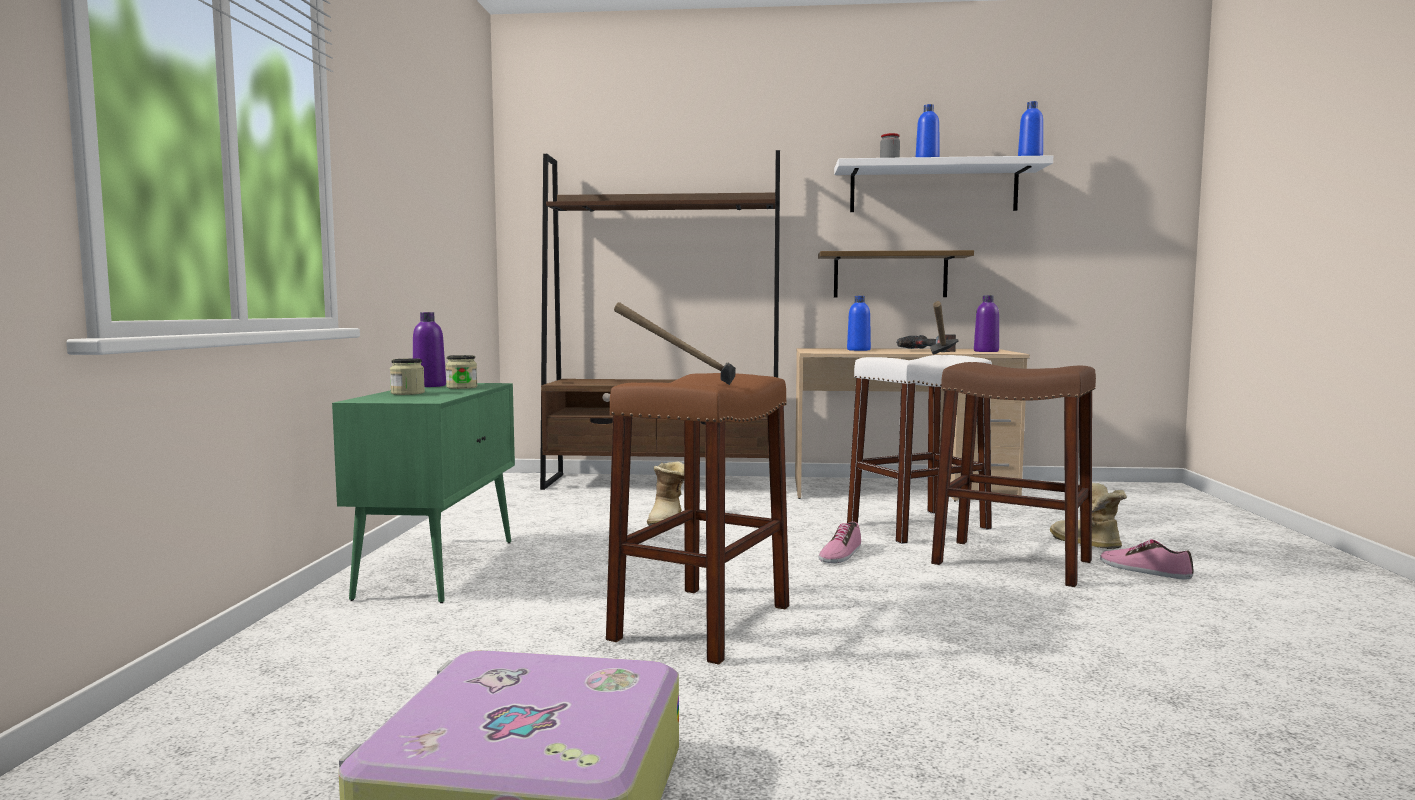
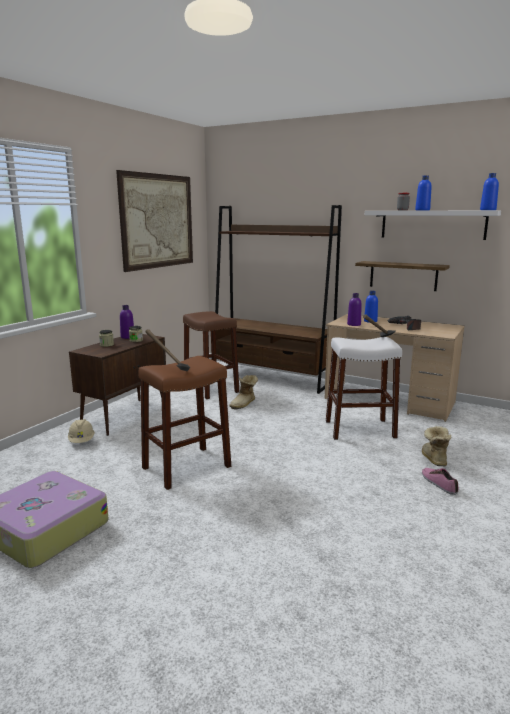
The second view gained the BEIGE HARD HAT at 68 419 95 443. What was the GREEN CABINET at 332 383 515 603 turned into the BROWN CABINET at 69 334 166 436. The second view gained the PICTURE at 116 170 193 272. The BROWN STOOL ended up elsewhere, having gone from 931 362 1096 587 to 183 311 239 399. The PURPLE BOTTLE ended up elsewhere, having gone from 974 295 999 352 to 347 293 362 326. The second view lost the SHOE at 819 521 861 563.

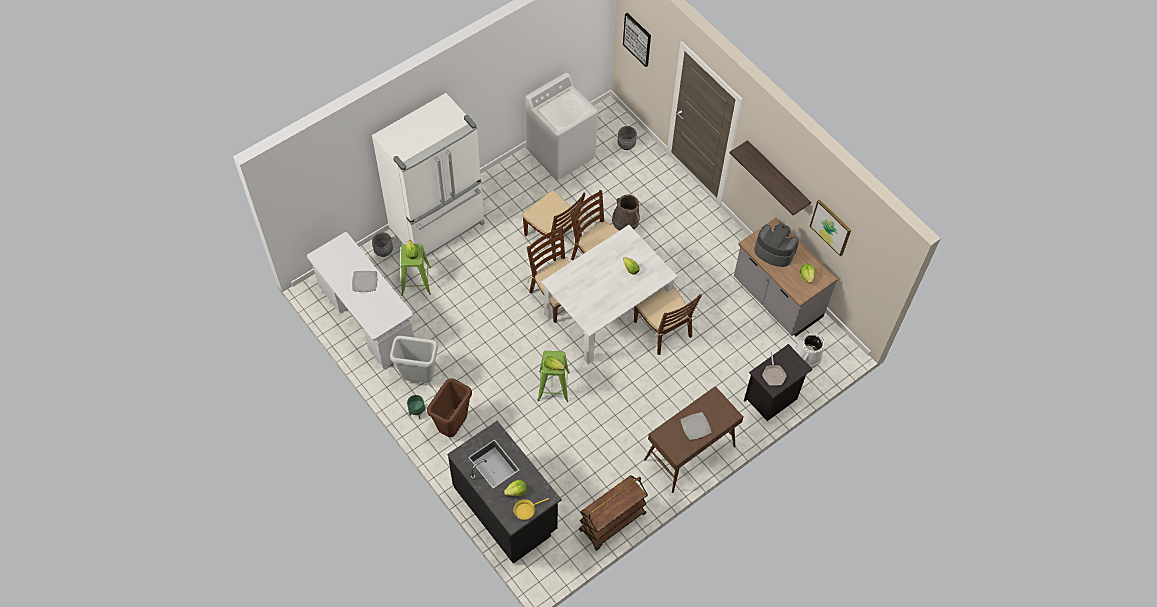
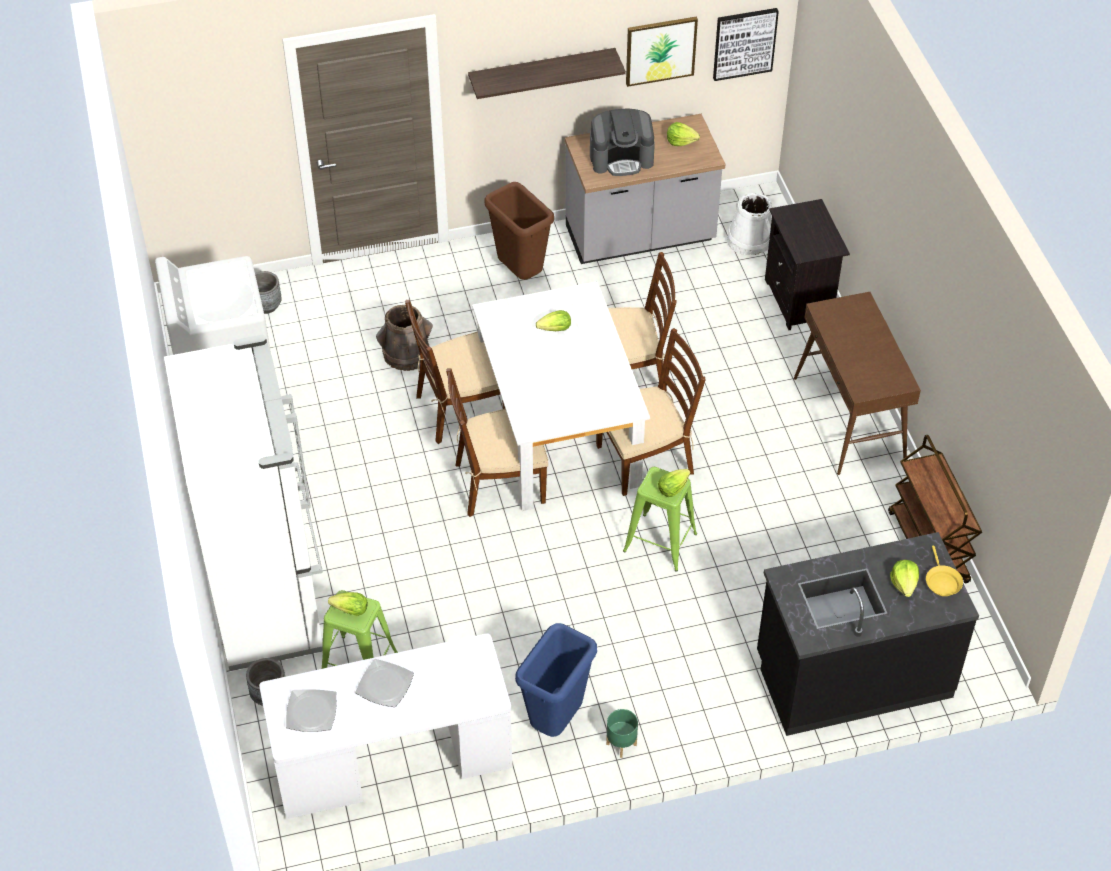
The PLATE ended up elsewhere, having gone from 680 412 712 440 to 286 689 336 732. The BROWN TRASH CAN ended up elsewhere, having gone from 427 378 472 437 to 484 182 554 280. What was the GREY TRASH CAN at 390 336 438 383 turned into the BLUE TRASH CAN at 515 623 597 737. The COFFEE MACHINE at 754 223 799 267 ended up facing another way, 150 degrees counterclockwise from before. The BROWN CHAIR ended up elsewhere, having gone from 522 190 586 261 to 596 328 705 496. The PICTURE ended up elsewhere, having gone from 623 13 651 67 to 713 8 779 81. The second view lost the FRYING PAN at 762 352 787 386.

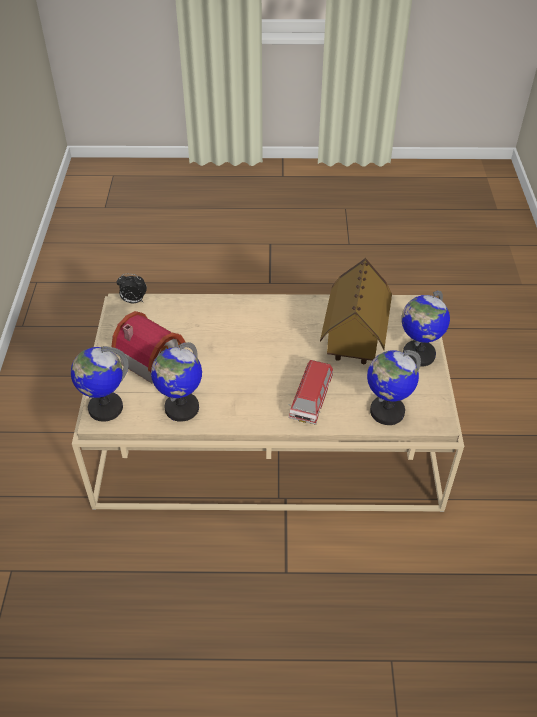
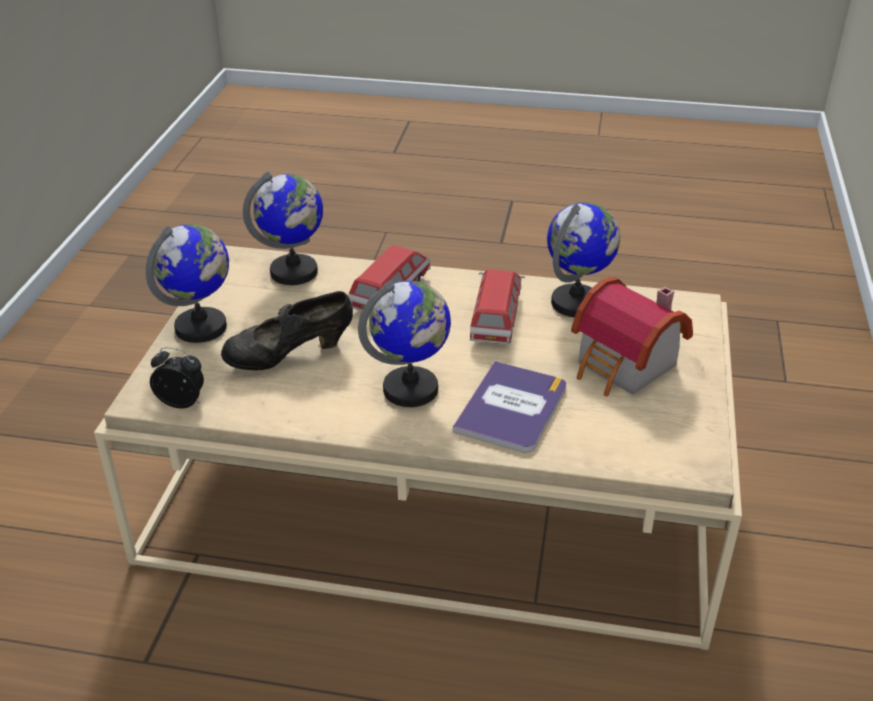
The ALARM CLOCK ended up elsewhere, having gone from 117 274 147 303 to 150 347 204 408. Where the TOY HOUSE stood at 320 258 392 364, the BLACK SHOE came to stand at 221 291 353 370. The GLOBE ended up elsewhere, having gone from 71 346 129 422 to 358 281 451 407. The second view gained the BOOK at 453 361 566 452. The second view gained the TOY CAR at 470 269 525 345.

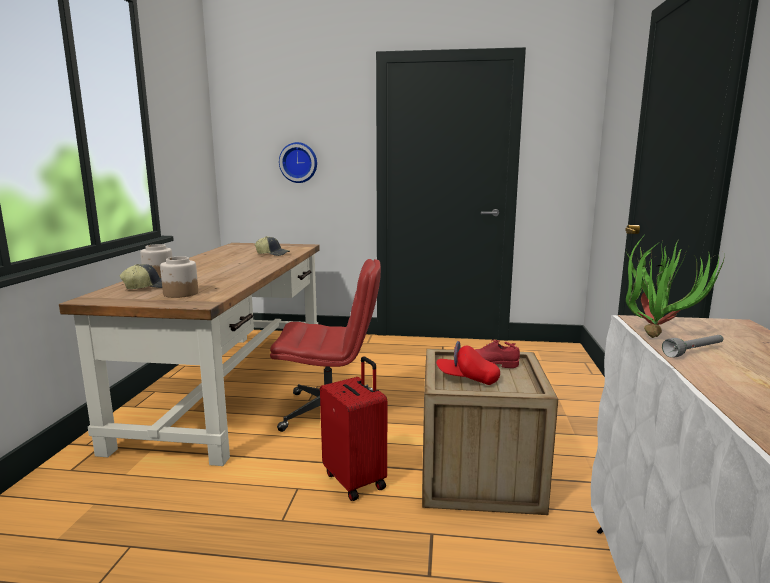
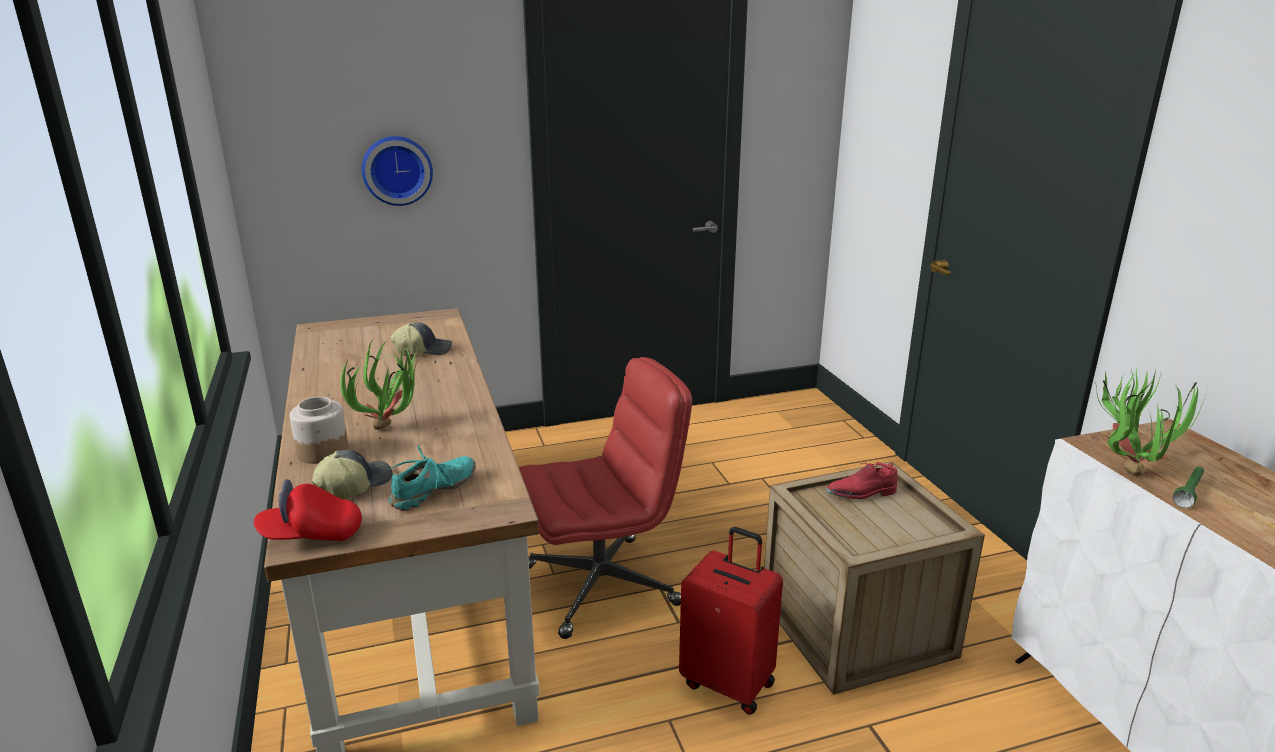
The RED CAP ended up elsewhere, having gone from 436 341 500 385 to 254 479 362 541. The second view gained the POTTED PLANT at 341 337 419 430. Where the JAR stood at 160 256 198 298, the TURQUOISE SHOE came to stand at 387 445 476 511. What was the GREY FLASHLIGHT at 662 335 723 358 turned into the GREEN FLASHLIGHT at 1172 466 1204 508.

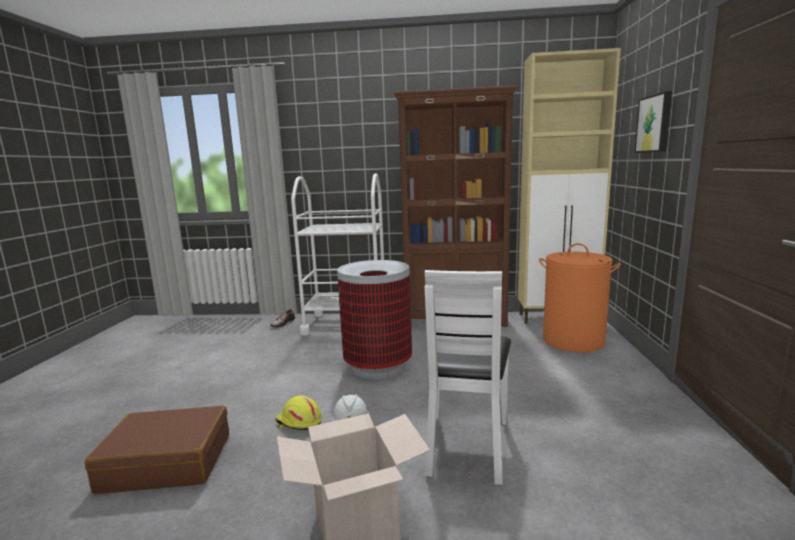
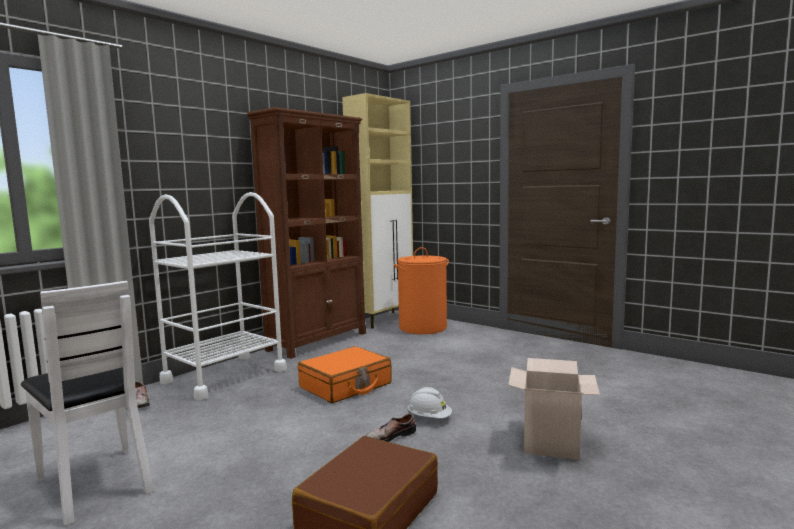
The WHITE CHAIR ended up elsewhere, having gone from 424 270 511 485 to 21 281 154 525. Where the TRASH CAN stood at 337 260 412 379, the ORANGE SUITCASE came to stand at 298 346 392 403. Where the YELLOW HARD HAT stood at 275 395 322 430, the SHOE came to stand at 366 414 416 442. The second view lost the PICTURE at 634 91 672 153.

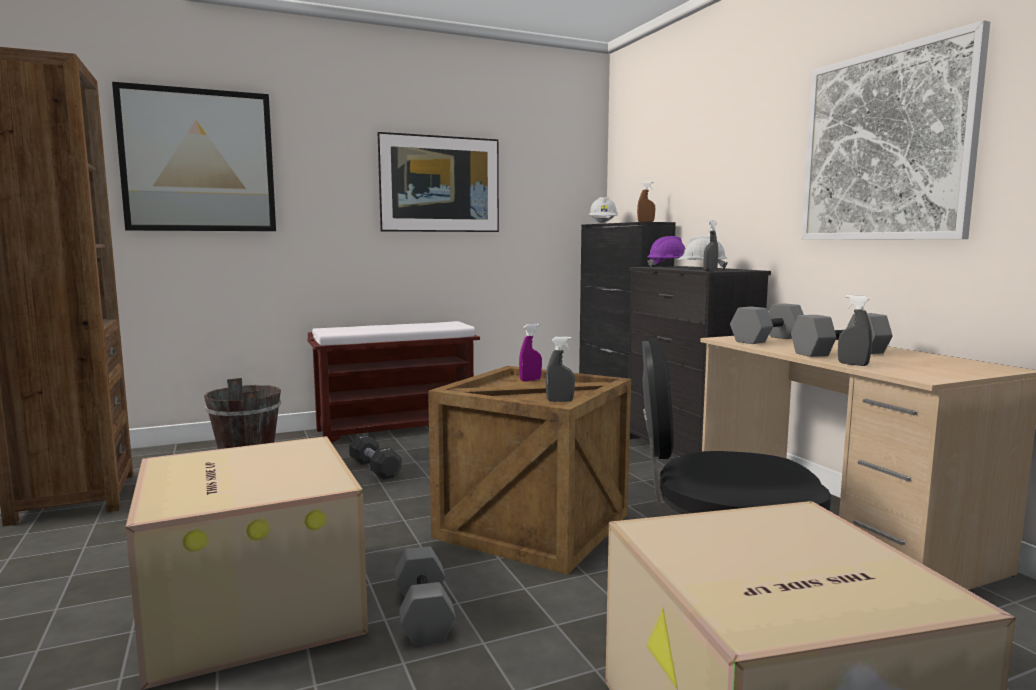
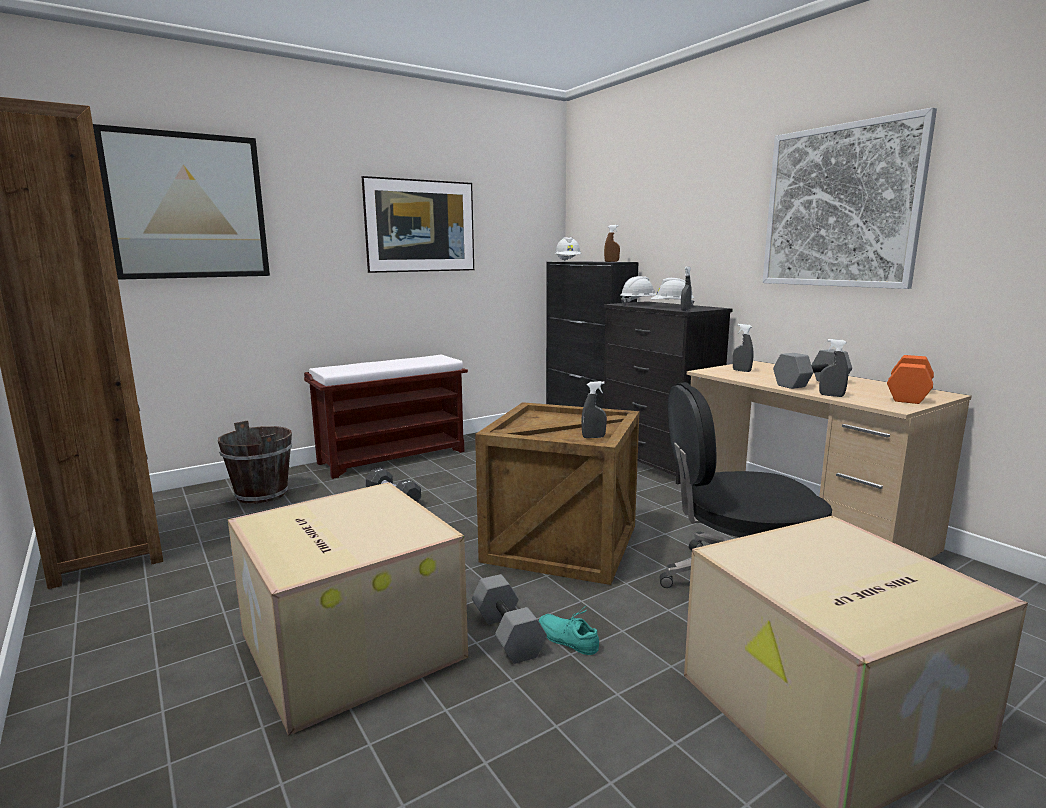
The second view gained the TURQUOISE SHOE at 539 606 599 655. What was the PURPLE HARD HAT at 648 236 685 267 turned into the WHITE HARD HAT at 620 276 657 304. Where the GREY DUMBBELL stood at 730 303 804 344, the GREY SPRAY BOTTLE came to stand at 733 324 753 372. The second view gained the ORANGE DUMBBELL at 887 355 934 404. The second view lost the PURPLE SPRAY BOTTLE at 519 324 542 382.

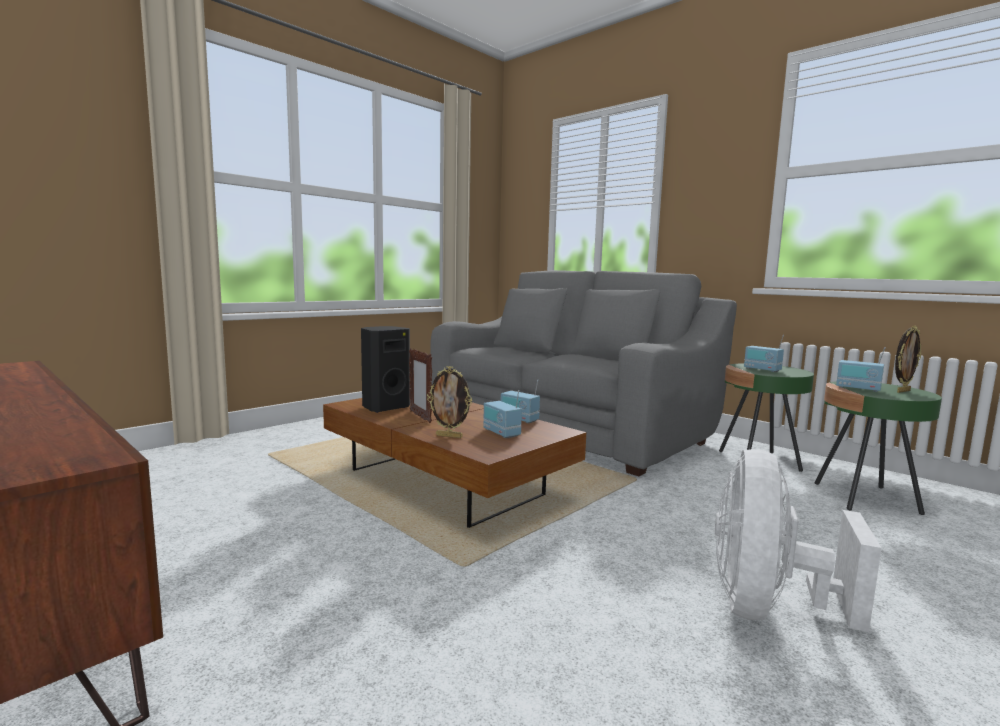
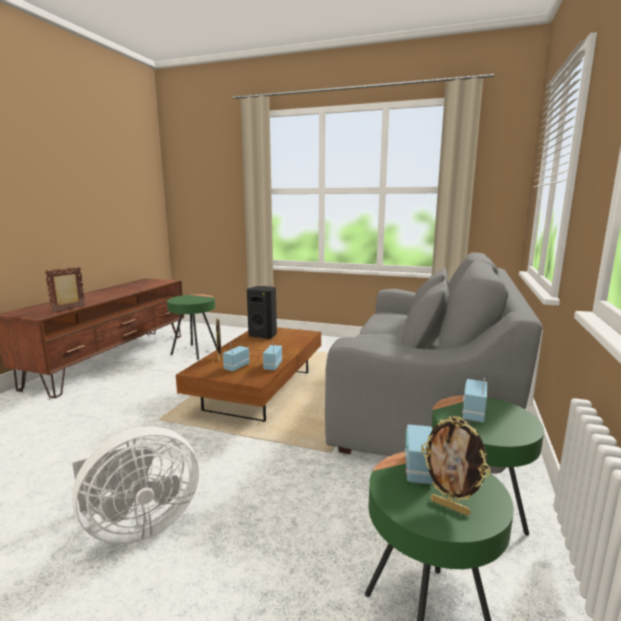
The PICTURE FRAME ended up elsewhere, having gone from 409 348 432 423 to 45 267 85 313. The WHITE FAN at 715 449 882 632 ended up facing another way, 150 degrees clockwise from before. The second view gained the GREEN SIDE TABLE at 167 294 217 360.

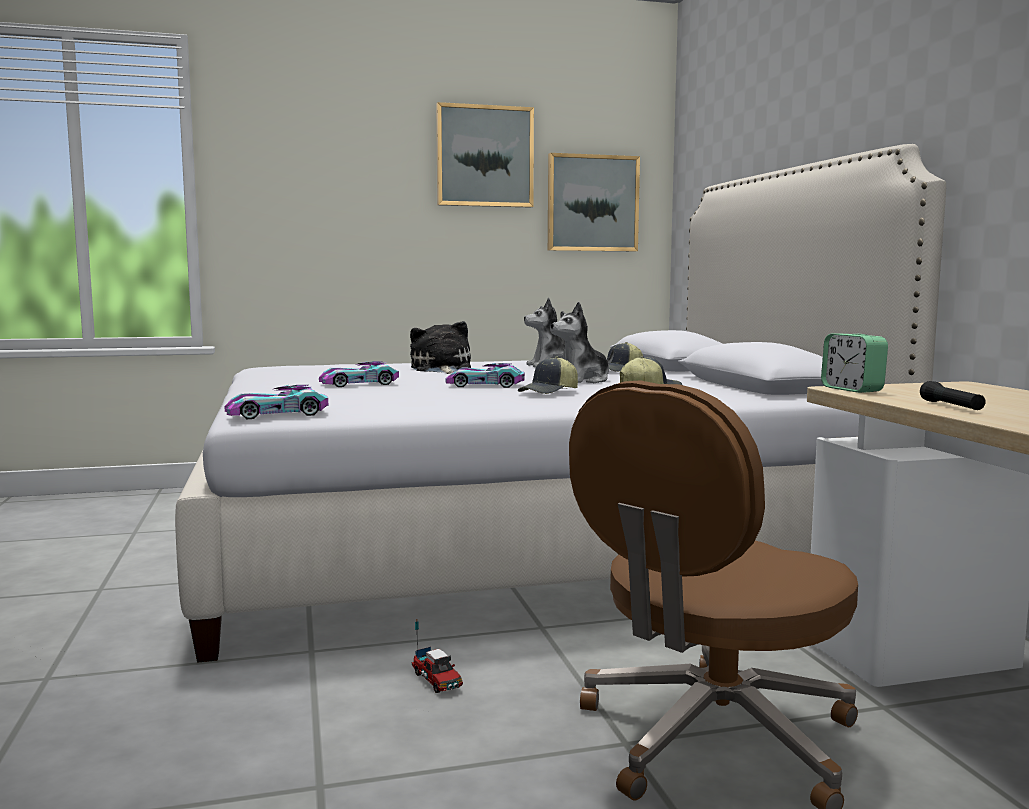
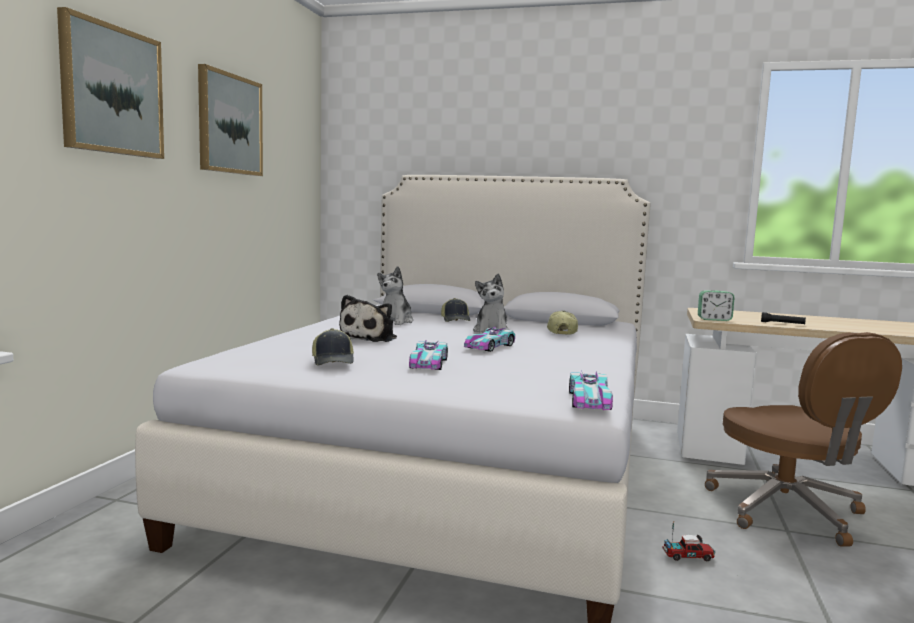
The PICTURE ended up elsewhere, having gone from 548 153 640 251 to 57 7 164 159. The CAP ended up elsewhere, having gone from 518 357 578 394 to 312 328 354 365. The PLUSH TOY at 410 321 471 374 ended up facing another way, 90 degrees counterclockwise from before.

